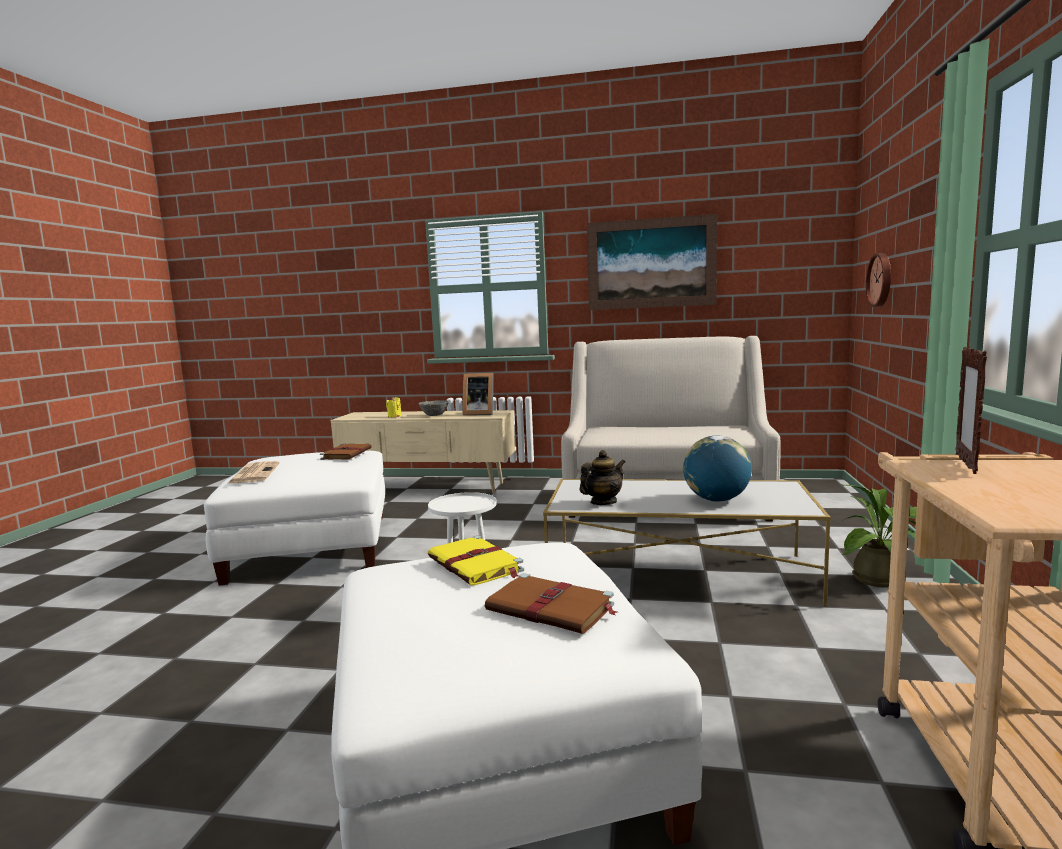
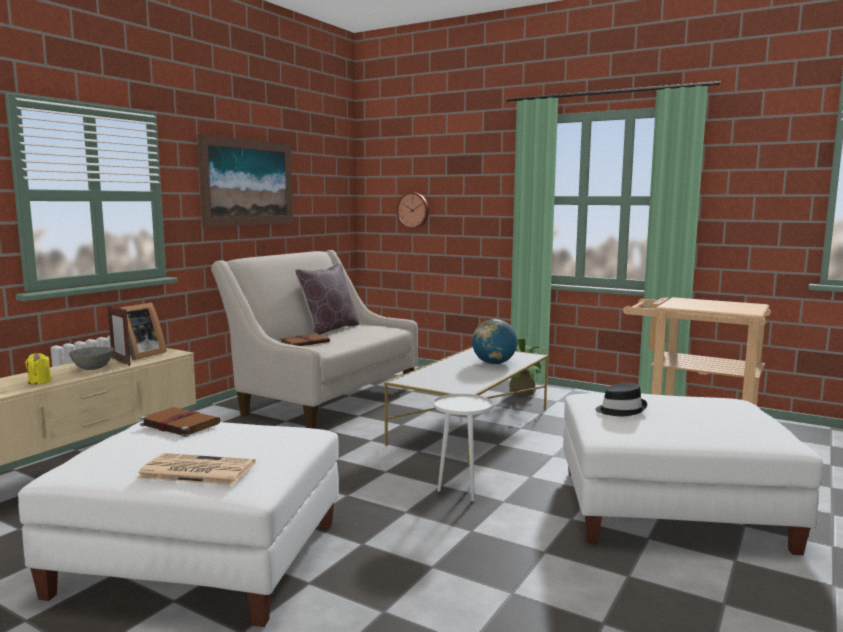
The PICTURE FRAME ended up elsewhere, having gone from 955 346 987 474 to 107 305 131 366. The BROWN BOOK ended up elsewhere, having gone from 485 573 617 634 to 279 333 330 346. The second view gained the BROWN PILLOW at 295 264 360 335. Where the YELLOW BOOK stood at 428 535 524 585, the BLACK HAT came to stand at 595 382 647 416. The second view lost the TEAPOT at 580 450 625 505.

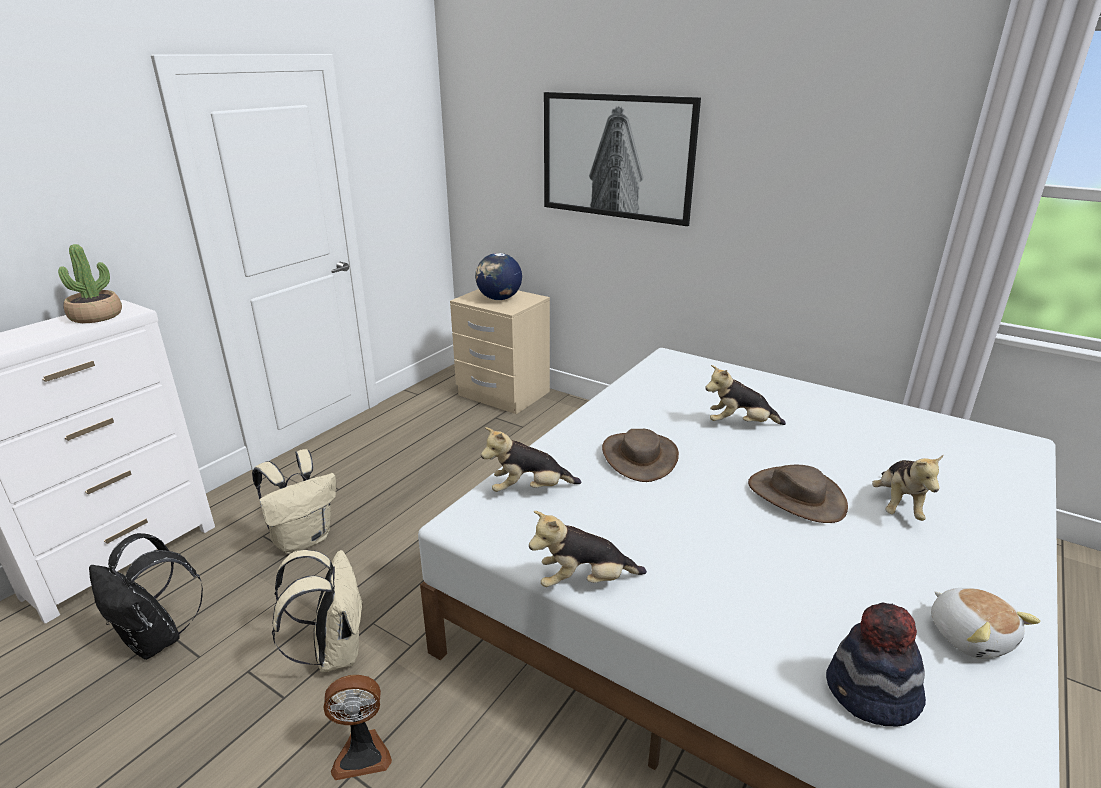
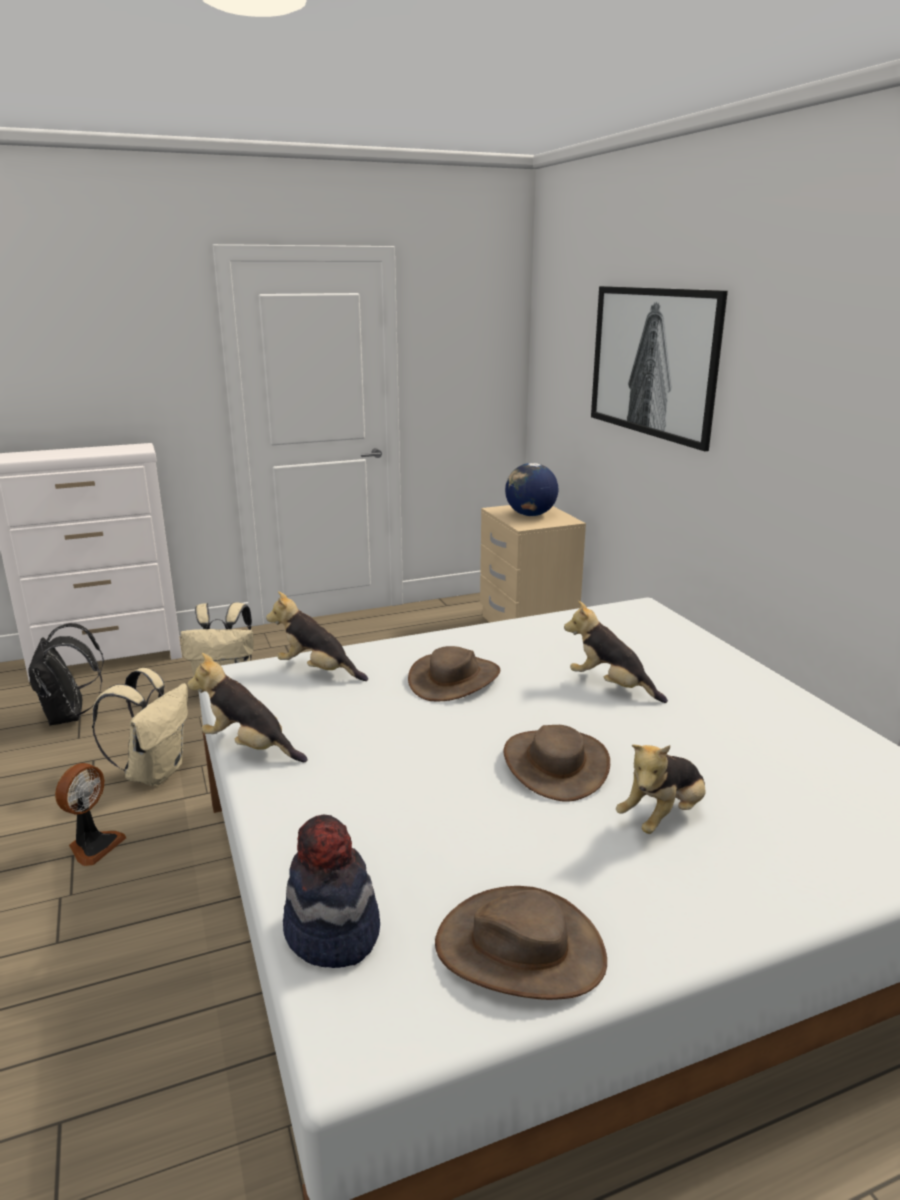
The FAN at 323 675 392 780 ended up facing another way, 90 degrees counterclockwise from before. Where the PLUSH TOY stood at 931 588 1040 659, the BROWN HAT came to stand at 435 886 607 1000. The second view lost the POTTED PLANT at 58 244 122 323.

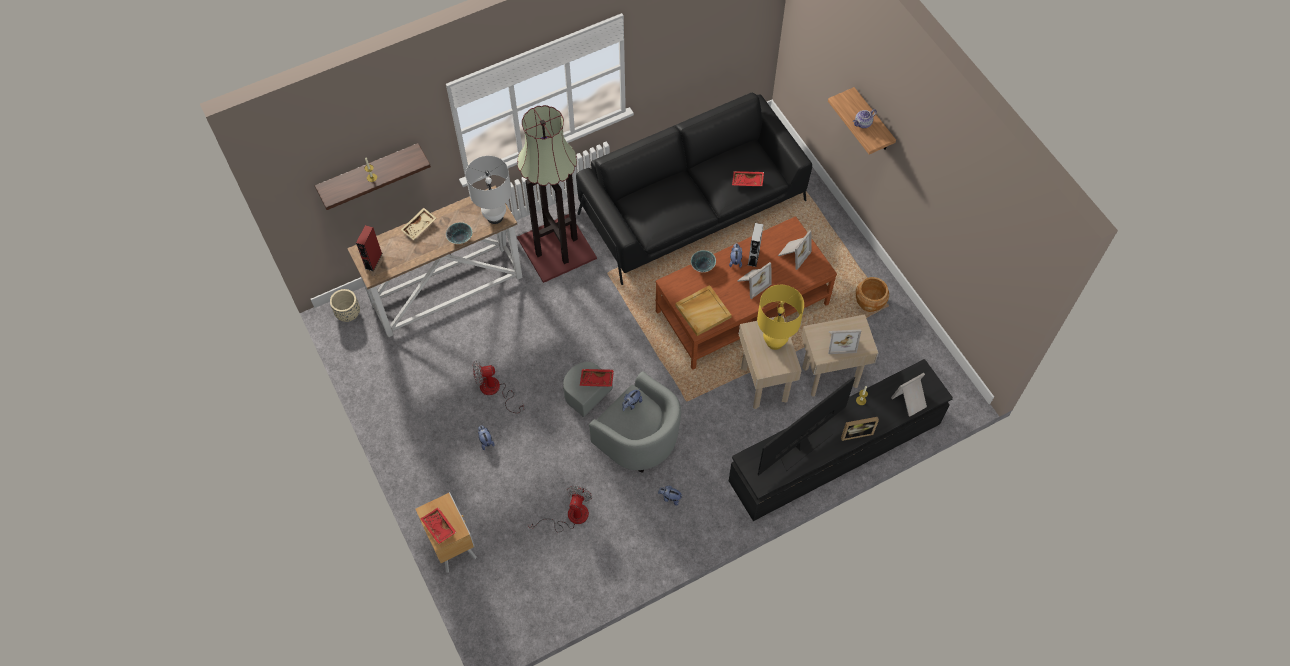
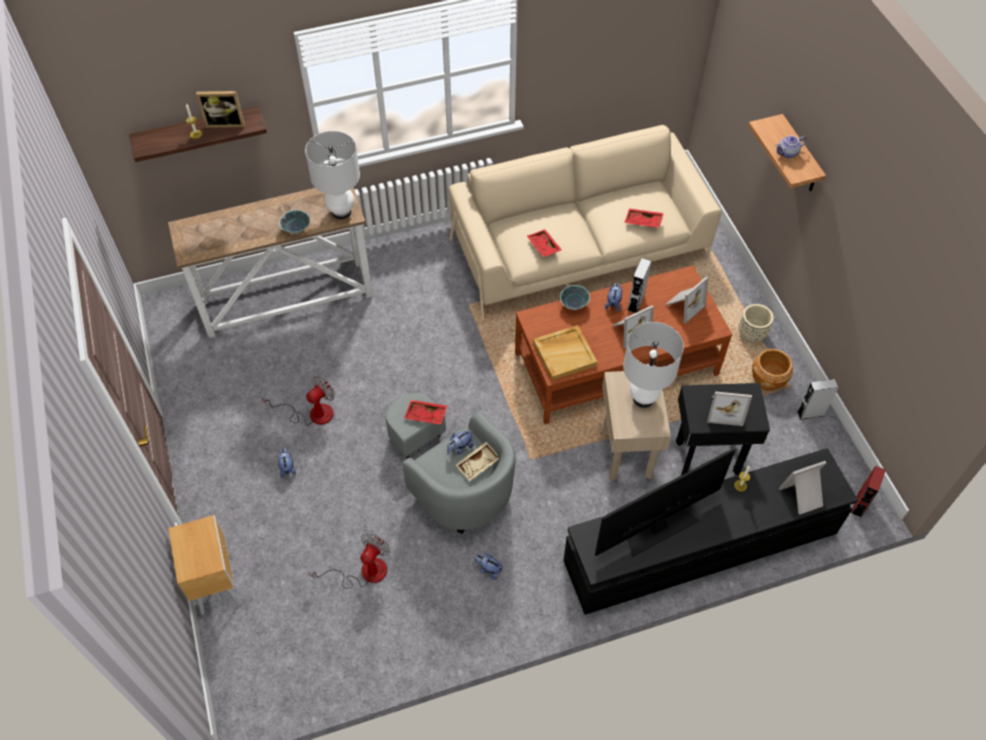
The PICTURE FRAME ended up elsewhere, having gone from 841 417 879 441 to 196 91 245 128. The FAN at 473 361 524 413 ended up facing another way, 135 degrees clockwise from before. What was the BLACK SOFA at 576 93 812 285 turned into the BEIGE SOFA at 449 125 721 320. The BEIGE TRAY ended up elsewhere, having gone from 401 208 436 240 to 456 442 499 481. The RED TRAY ended up elsewhere, having gone from 420 507 457 544 to 527 229 562 257. What was the YELLOW TABLE LAMP at 757 285 804 350 turned into the WHITE TABLE LAMP at 623 322 684 408. What was the BEIGE SIDE TABLE at 801 314 878 397 turned into the BLACK SIDE TABLE at 676 383 770 475. The BEIGE PLANTER ended up elsewhere, having gone from 330 289 360 322 to 739 304 774 343. The second view gained the GREY SPEAKER at 797 379 838 420. The RED SPEAKER ended up elsewhere, having gone from 356 225 382 271 to 851 466 886 518. The second view lost the FLOOR LAMP at 517 105 597 283.

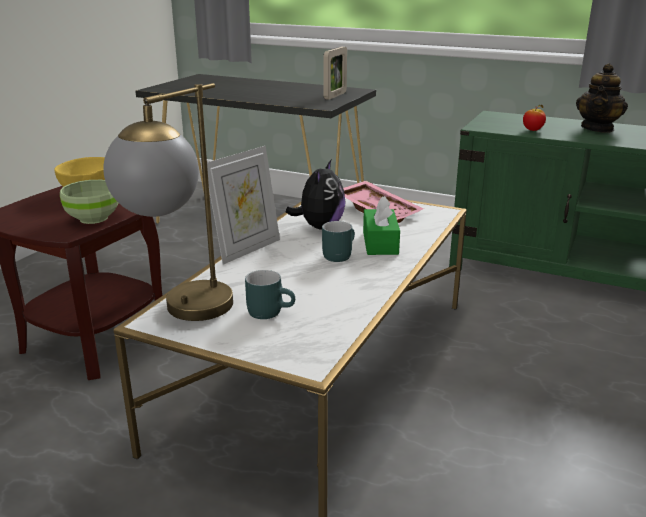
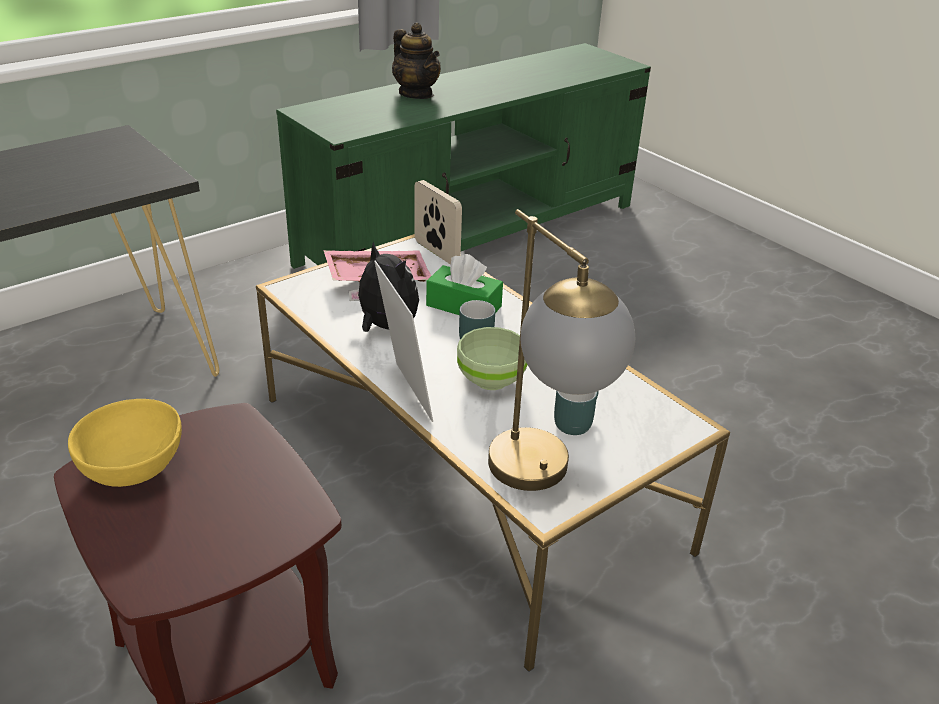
The PICTURE FRAME ended up elsewhere, having gone from 323 47 347 100 to 415 180 462 265. The GREEN BOWL ended up elsewhere, having gone from 60 180 119 224 to 457 327 528 390. The second view lost the APPLE at 523 105 546 131.

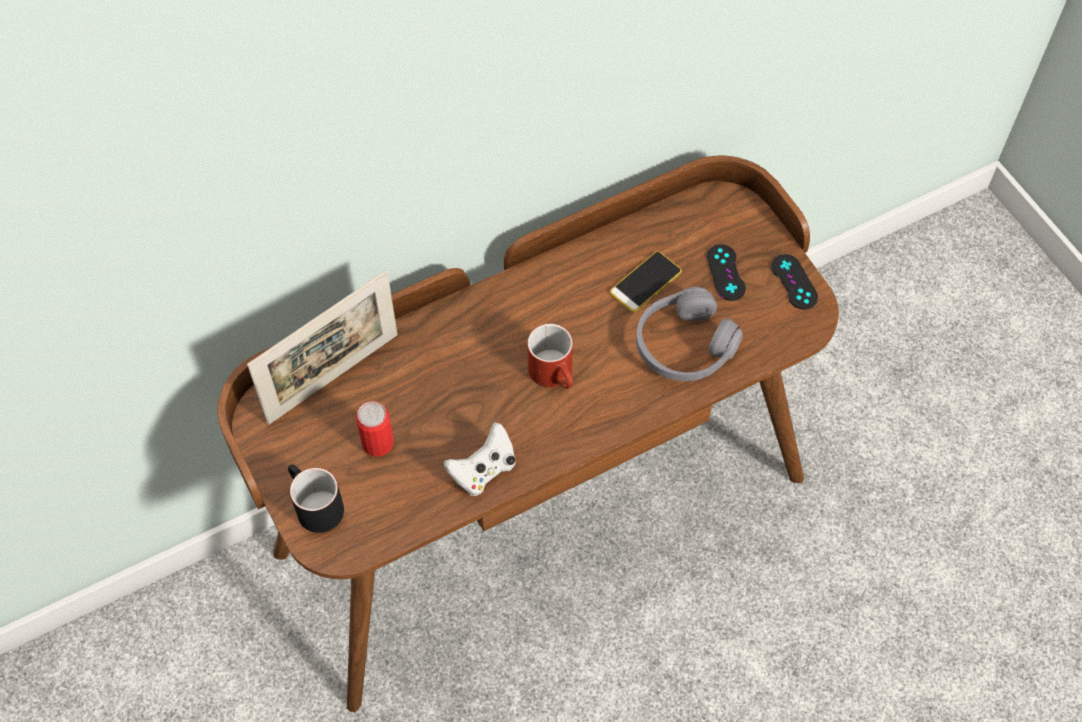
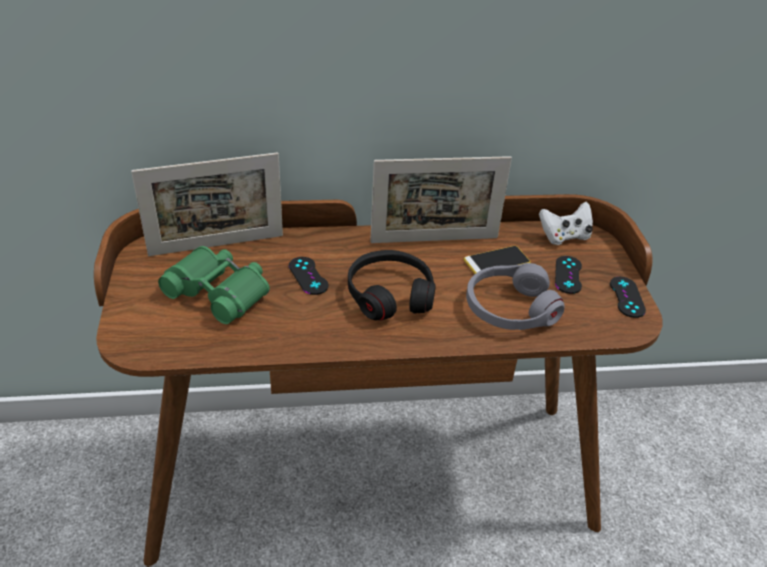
Where the CAN stood at 356 401 394 457, the GREEN BINOCULARS came to stand at 158 246 270 324. The second view gained the BLACK GAME CONTROLLER at 289 257 328 295. Where the RED MUG stood at 527 324 573 389, the BLACK HEADPHONES came to stand at 348 250 436 320. The second view gained the PICTURE FRAME at 370 156 512 243. The WHITE GAME CONTROLLER ended up elsewhere, having gone from 444 422 515 496 to 539 202 593 245. The second view lost the BLACK MUG at 288 464 344 533.

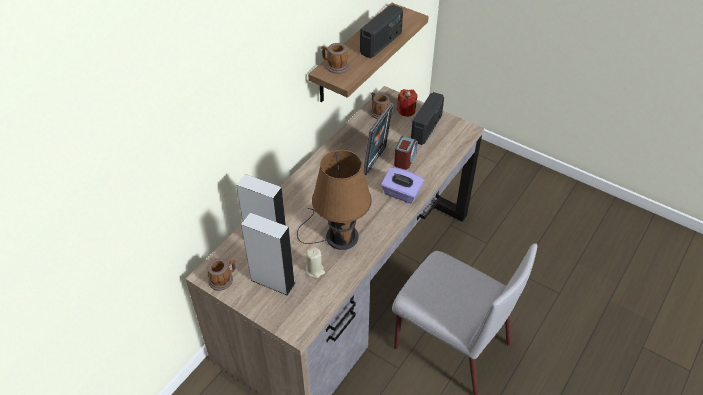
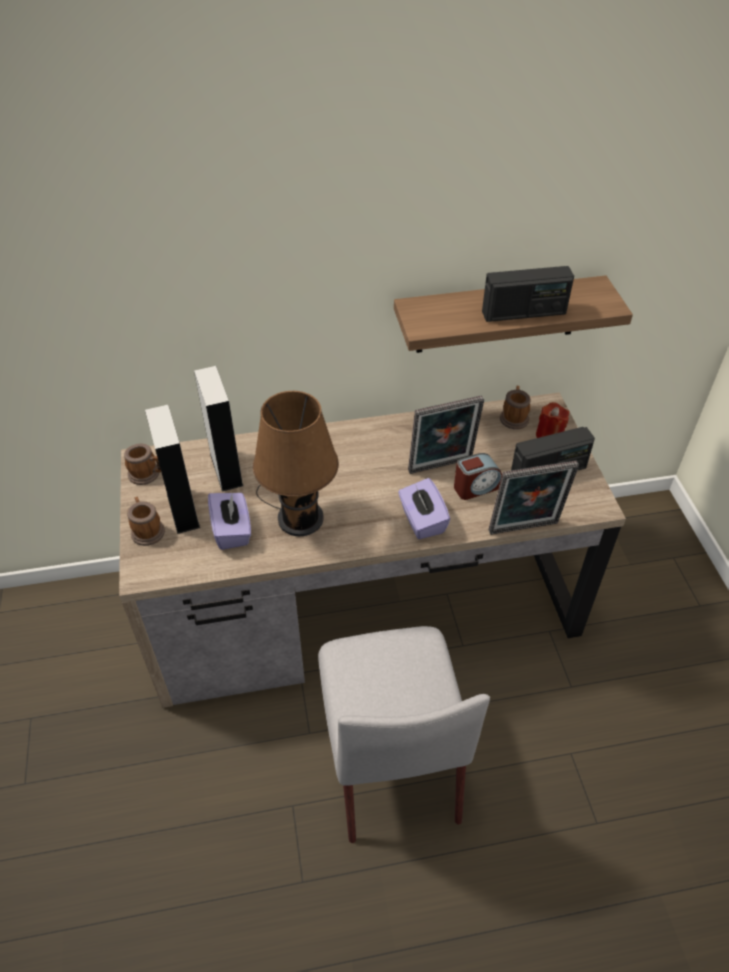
The MUG ended up elsewhere, having gone from 321 43 349 74 to 127 497 165 546. Where the BEIGE CANDLE stood at 306 247 325 278, the PURPLE TISSUE BOX came to stand at 208 492 251 550. The second view gained the PICTURE FRAME at 489 460 579 535.

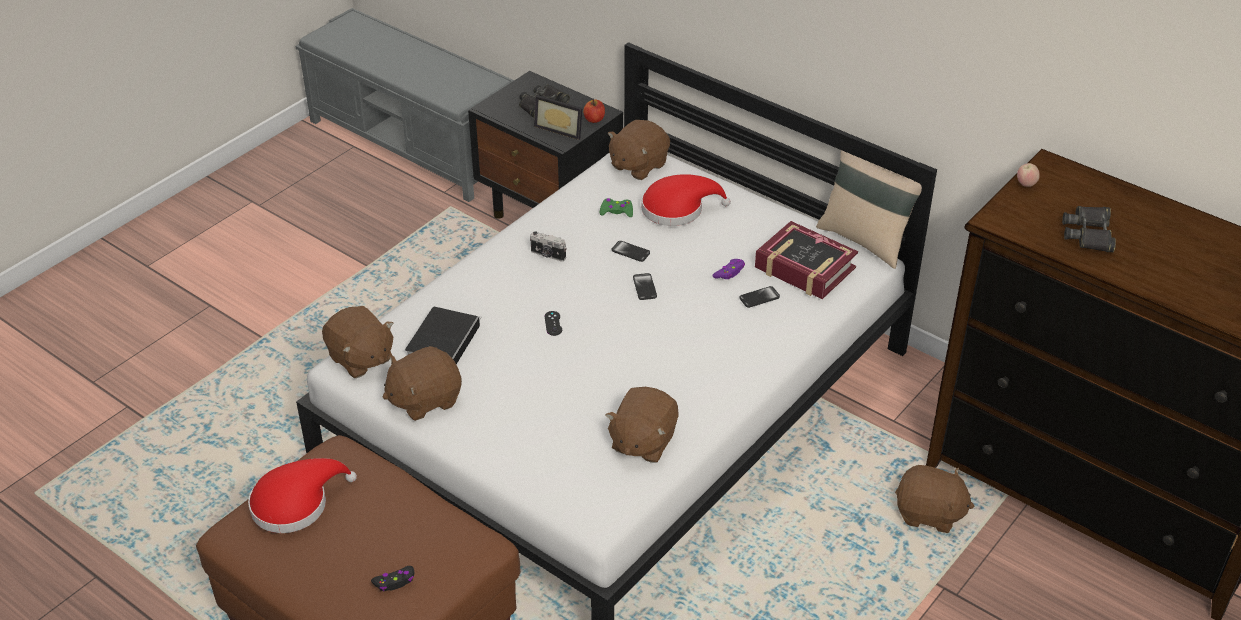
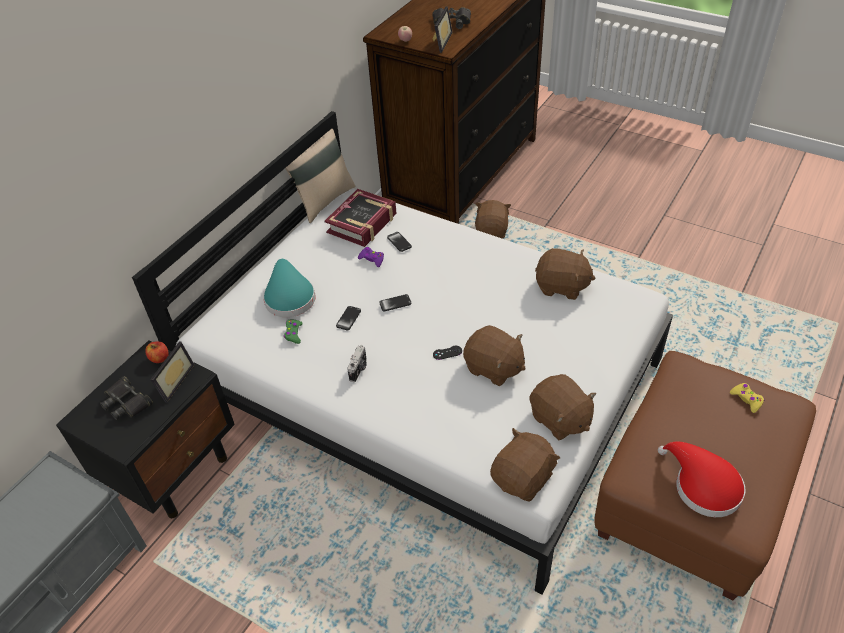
What was the RED HAT at 641 174 731 226 turned into the TURQUOISE HAT at 263 259 316 317. The second view gained the PICTURE FRAME at 432 7 453 53. The BROWN PLUSH TOY ended up elsewhere, having gone from 608 120 670 180 to 463 325 526 386. What was the BLACK GAME CONTROLLER at 371 566 414 591 turned into the YELLOW GAME CONTROLLER at 730 383 764 413. The second view lost the BOOK at 405 307 482 364.

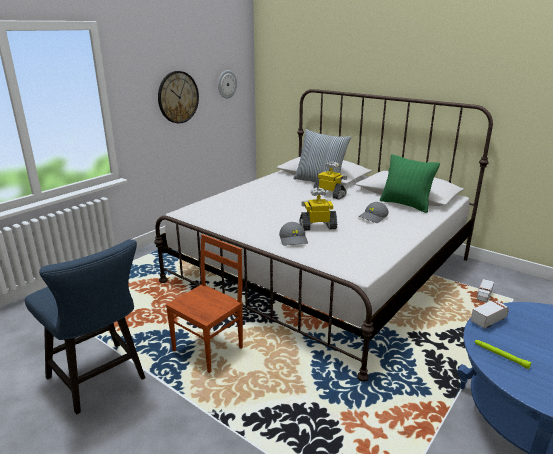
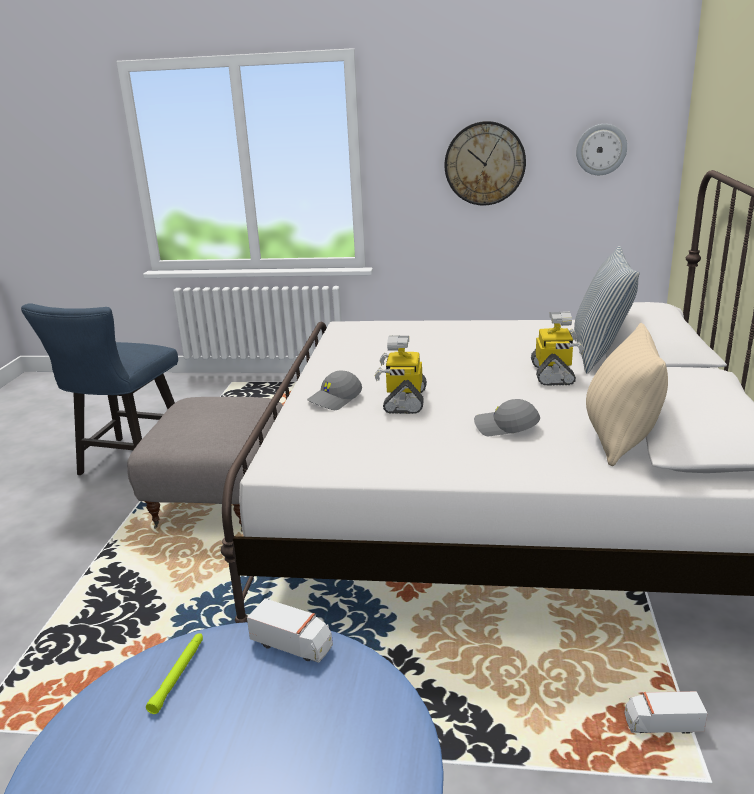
Where the BROWN CHAIR stood at 165 234 243 373, the GREY OTTOMAN came to stand at 127 397 283 531. The TOY ROBOT at 299 187 337 231 ended up facing another way, 135 degrees counterclockwise from before. What was the GREEN PILLOW at 380 154 440 213 turned into the BEIGE PILLOW at 586 323 668 466.

